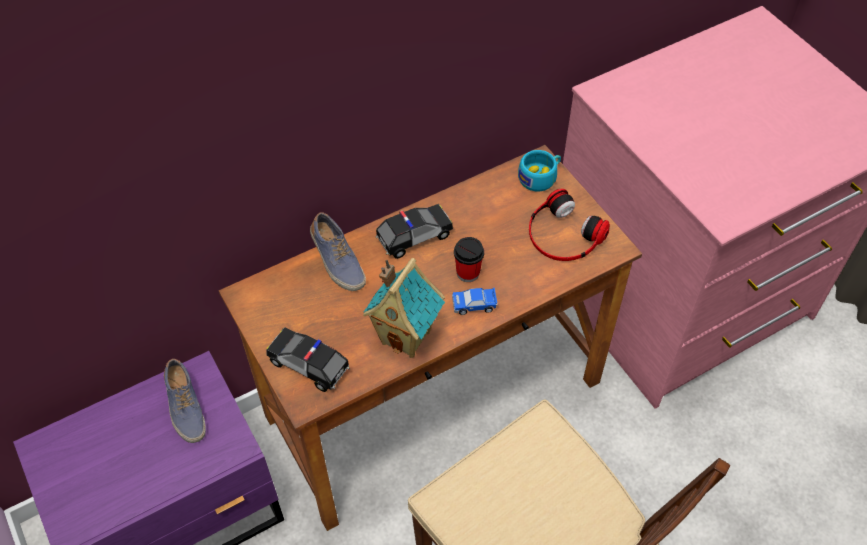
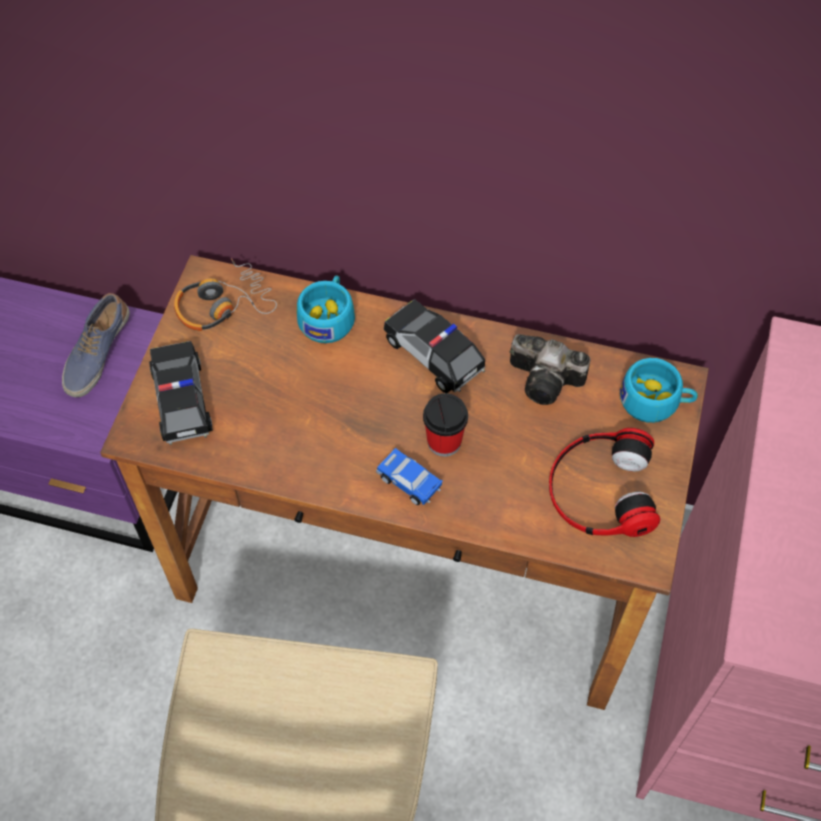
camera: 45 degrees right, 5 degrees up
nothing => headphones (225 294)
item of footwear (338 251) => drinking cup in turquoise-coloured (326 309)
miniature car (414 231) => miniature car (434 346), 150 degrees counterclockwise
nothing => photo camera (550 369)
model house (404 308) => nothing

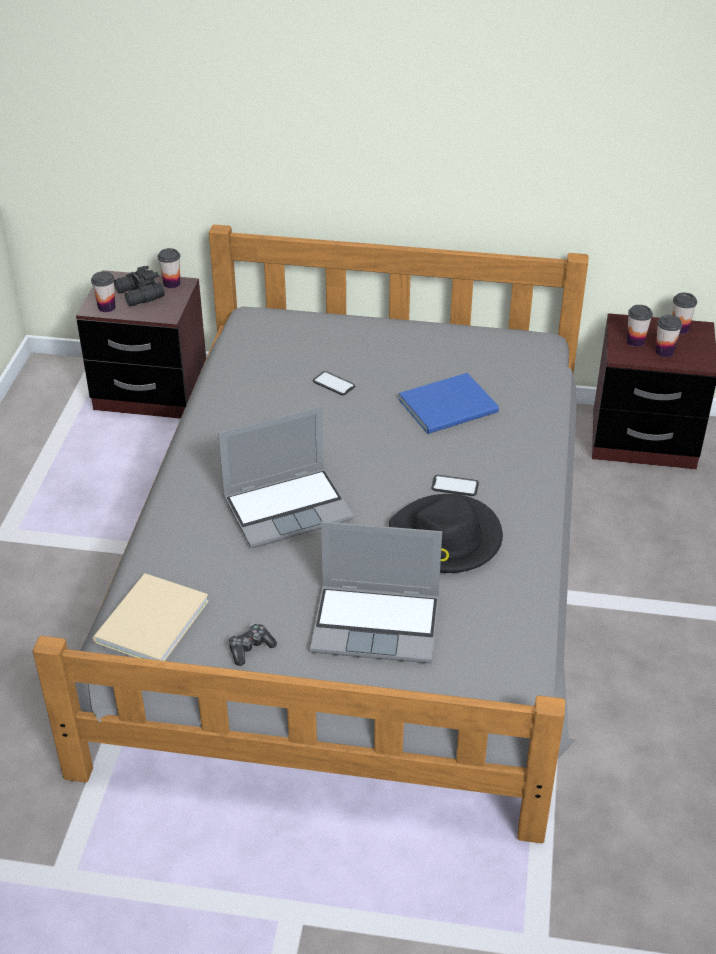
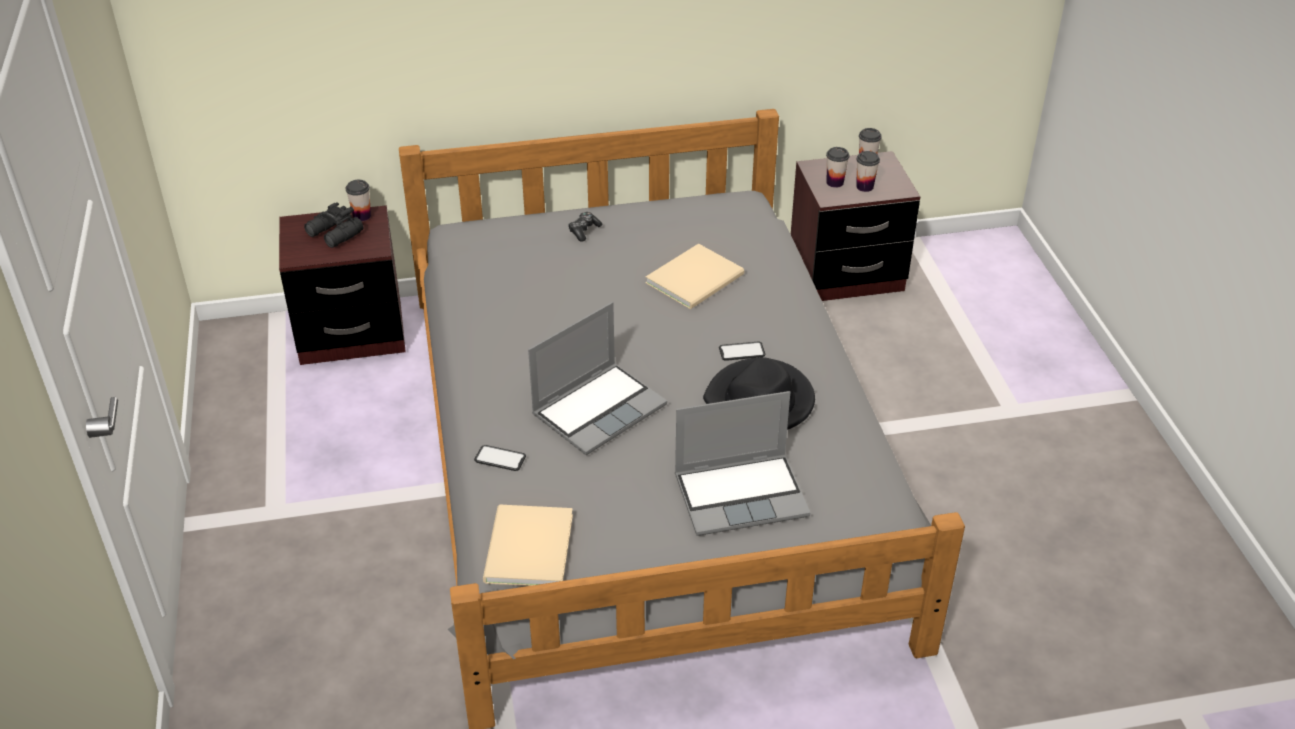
camera: 20 degrees left, 0 degrees up
telephone (334 383) => telephone (500 458), moved
gamepad (253 645) => gamepad (585 227), moved
book in bluish (449 403) => book in beige-coloured (695 276)
drinking cup (103 291) => nothing

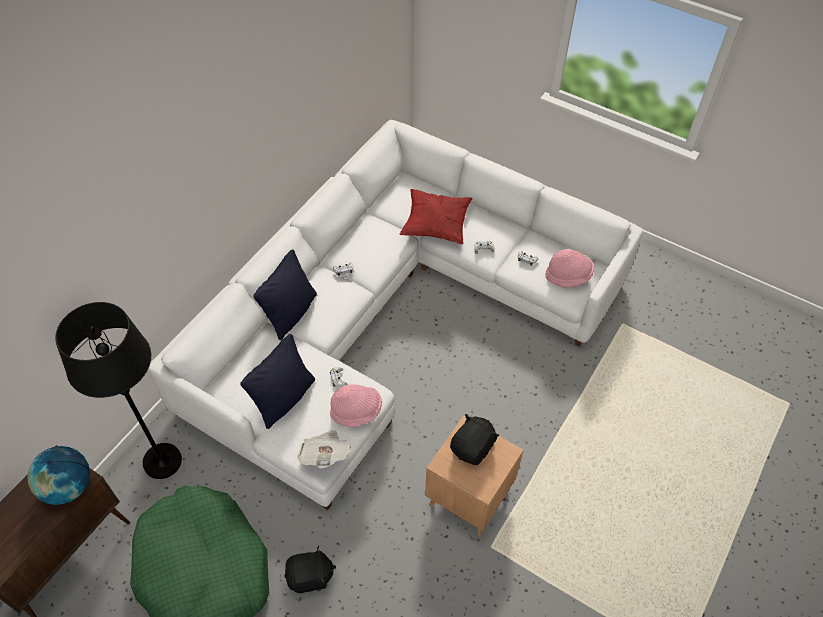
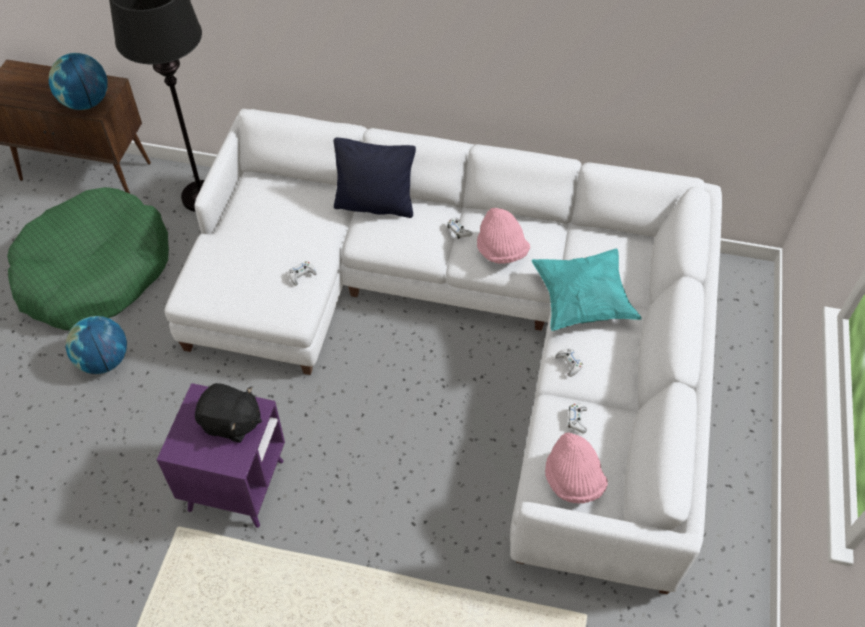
camera: 70 degrees right, 0 degrees up
cuddly toy in black-coloured (310 569) => desk globe (96 345)
end table in brown (474 476) => end table in purple (221 455)
wearable hat in pink-coloured (356 406) => wearable hat in pink-coloured (503 236), moved
throw pillow in red (436 217) => throw pillow in turquoise-coloured (587 290)
throw pillow in black-coloured (277 381) => nothing
daily paper (324 449) => nothing

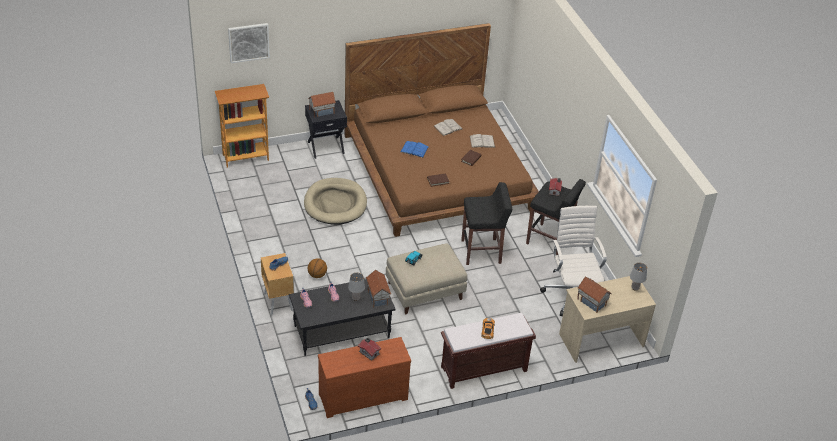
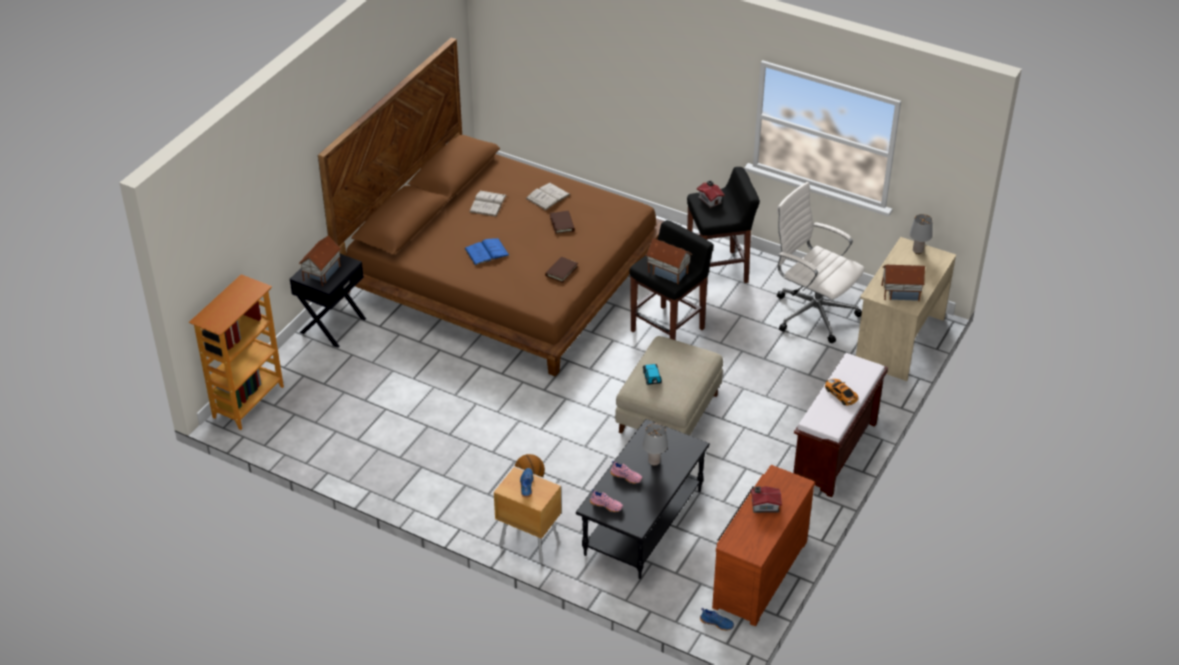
camera: 40 degrees left, 0 degrees up
model house (378 289) => model house (669 261), moved
wall art (249 43) => nothing
pet bed in beige-coloured (335 201) => nothing

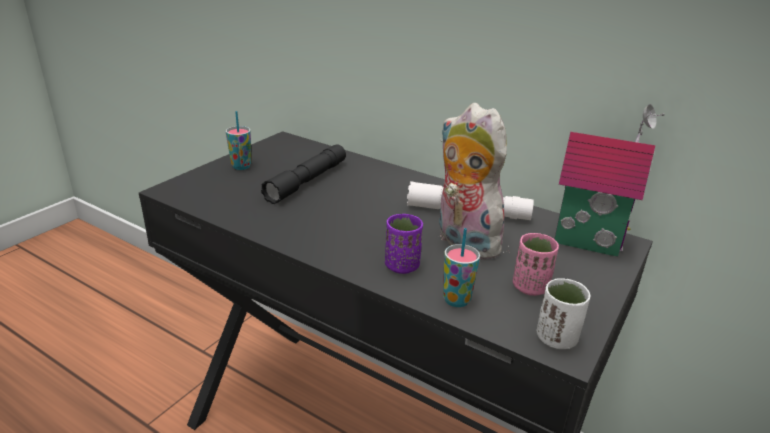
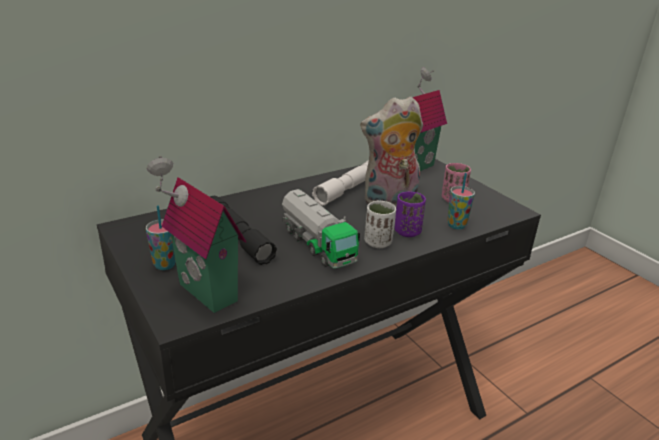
camera: 65 degrees left, 0 degrees up
nothing => model house (196 234)
nothing => toy lorry (321 228)
drinking cup in white (564 313) => drinking cup in white (380 224), moved

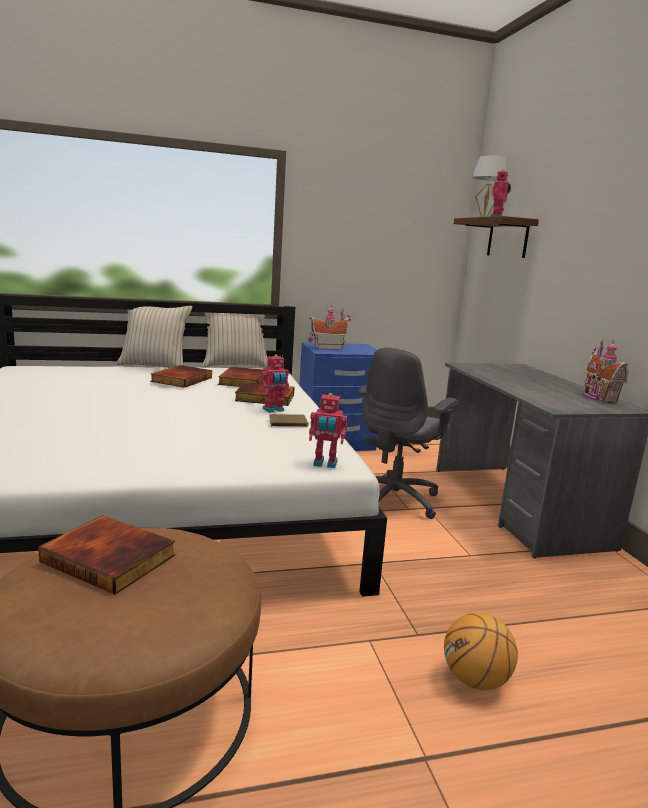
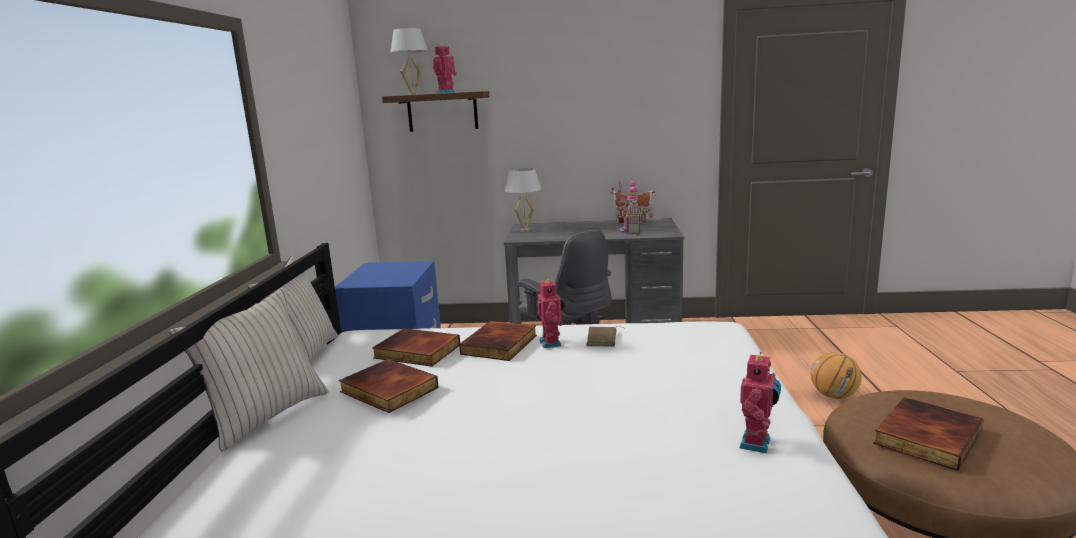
camera: 70 degrees left, 0 degrees up
nothing => lamp for a table in white (523 199)
model house (329 327) => model house (630 208), moved
robot figure (328 430) => robot figure (760 403), moved

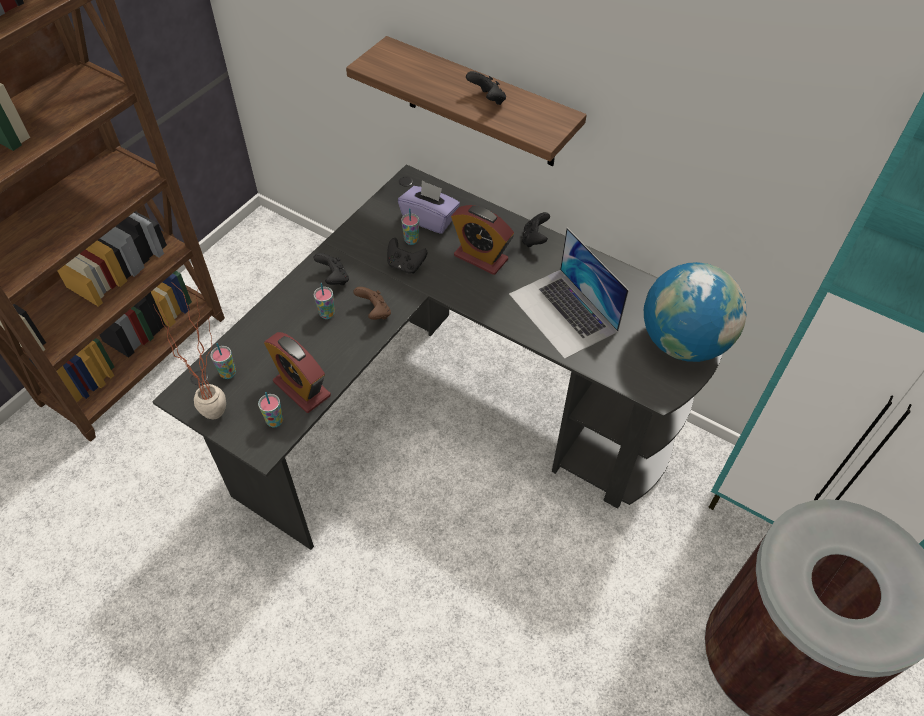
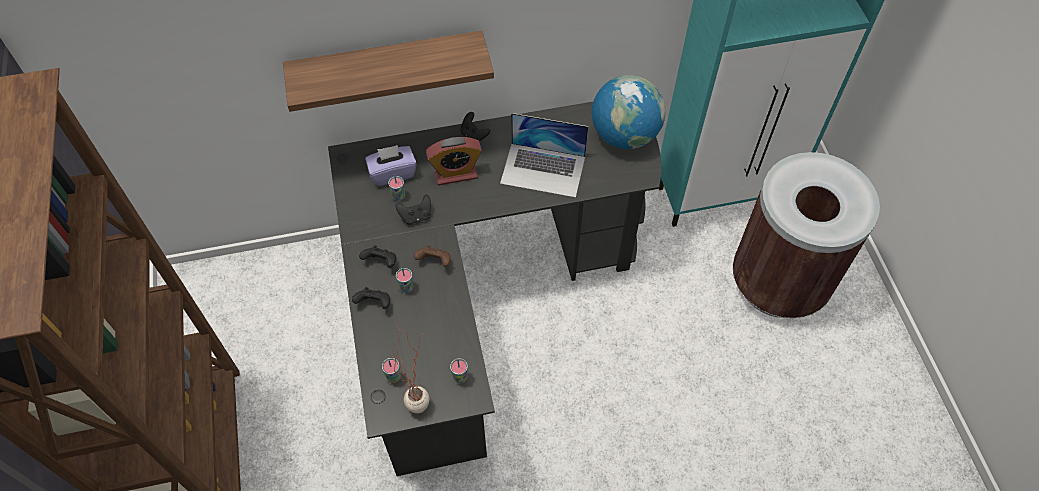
camera: 45 degrees left, 5 degrees up
gamepad in black-coloured (486 88) => gamepad in black-coloured (371 298), moved
alarm clock (297 372) => nothing

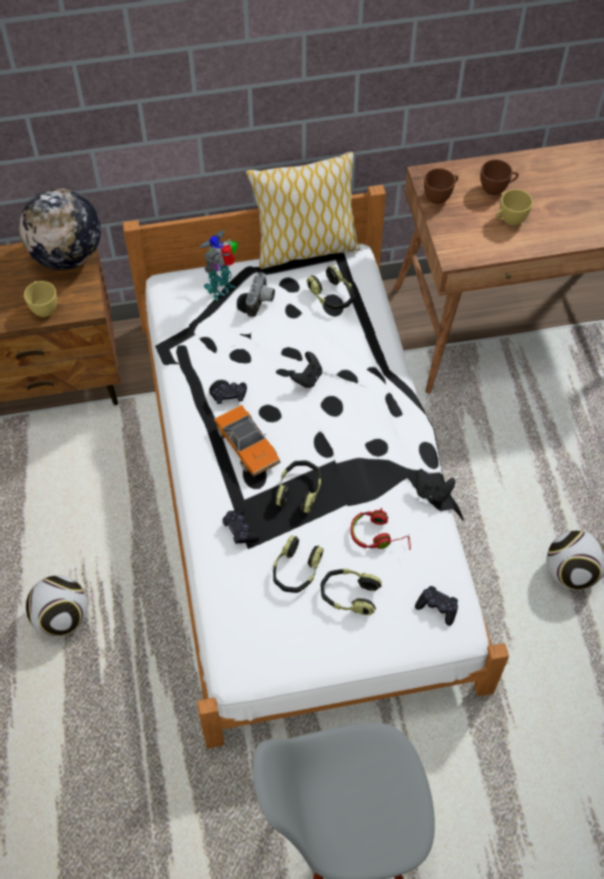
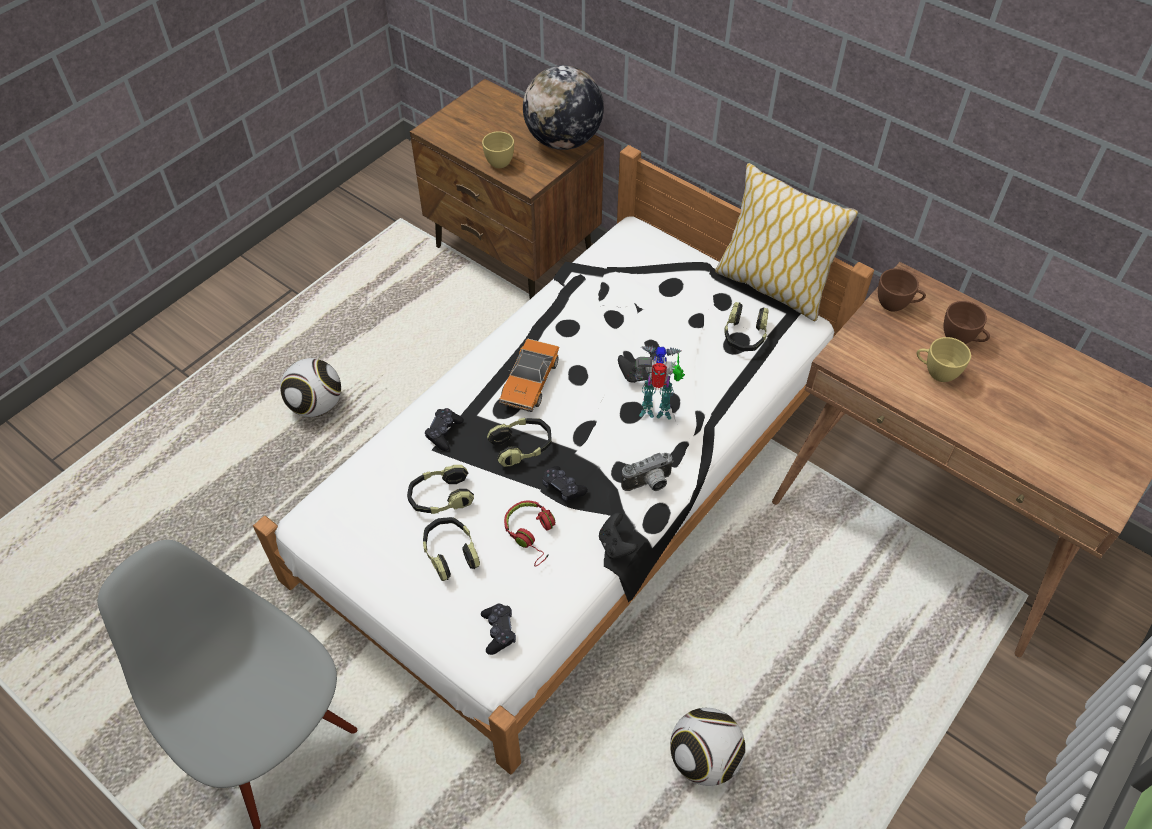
camera: 50 degrees right, 5 degrees down
gamepad in black-coloured (228 393) => gamepad in black-coloured (565 484), moved
photo camera (260 294) => photo camera (647 472), moved
robot figure (218 265) => robot figure (660 382), moved

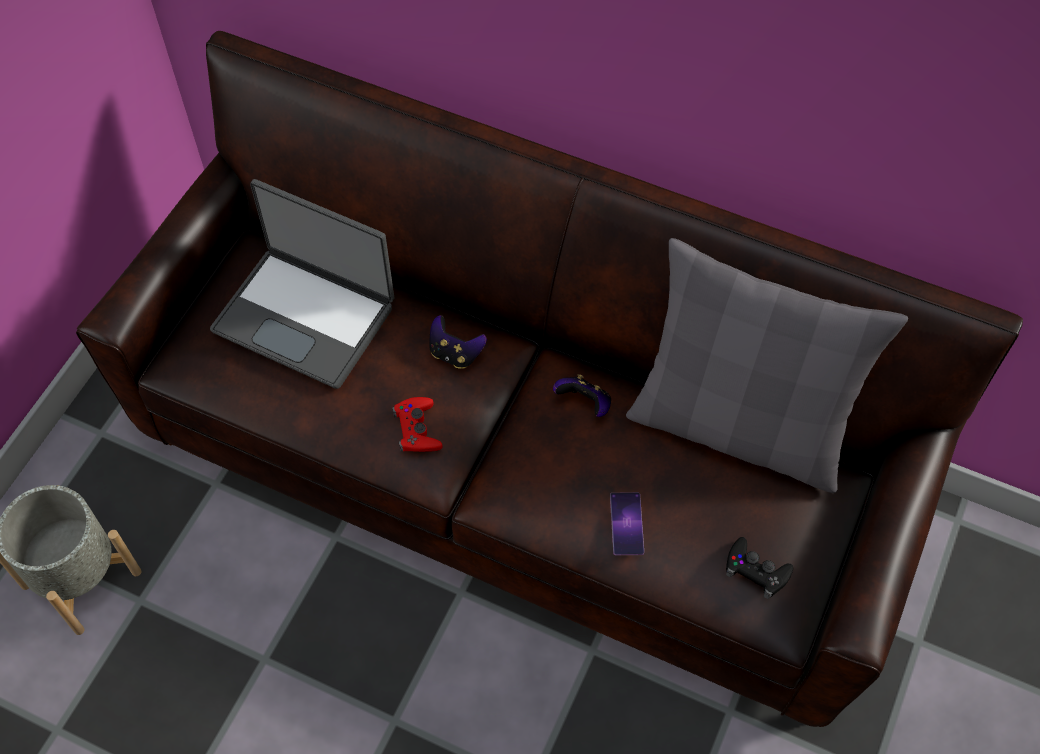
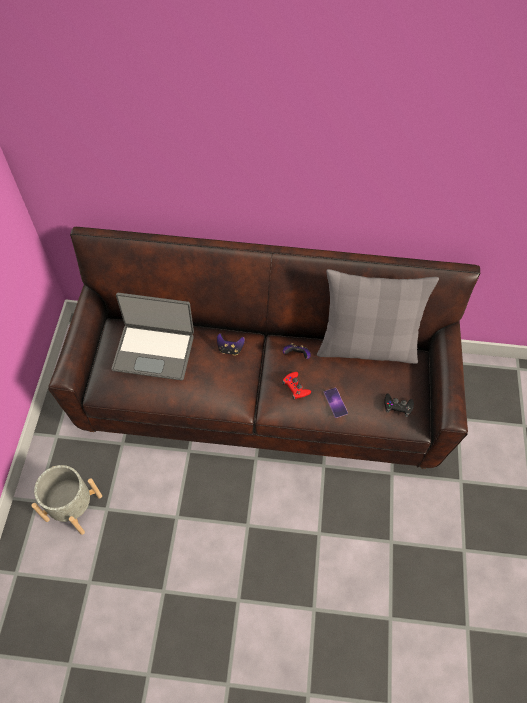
camera: 20 degrees left, 0 degrees up
gamepad in red (417 424) => gamepad in red (296 386), moved

